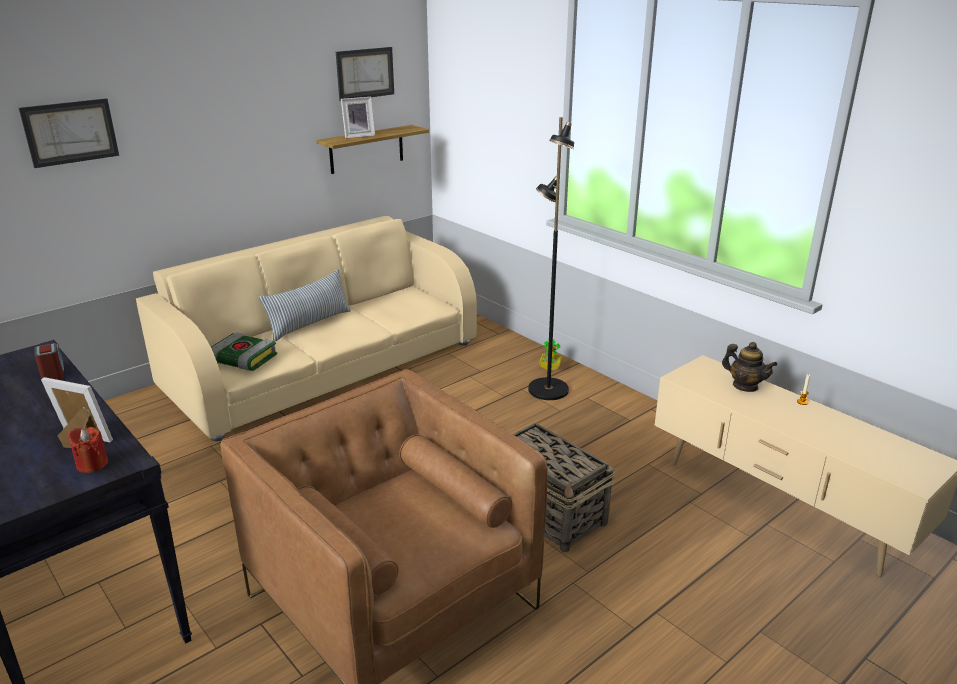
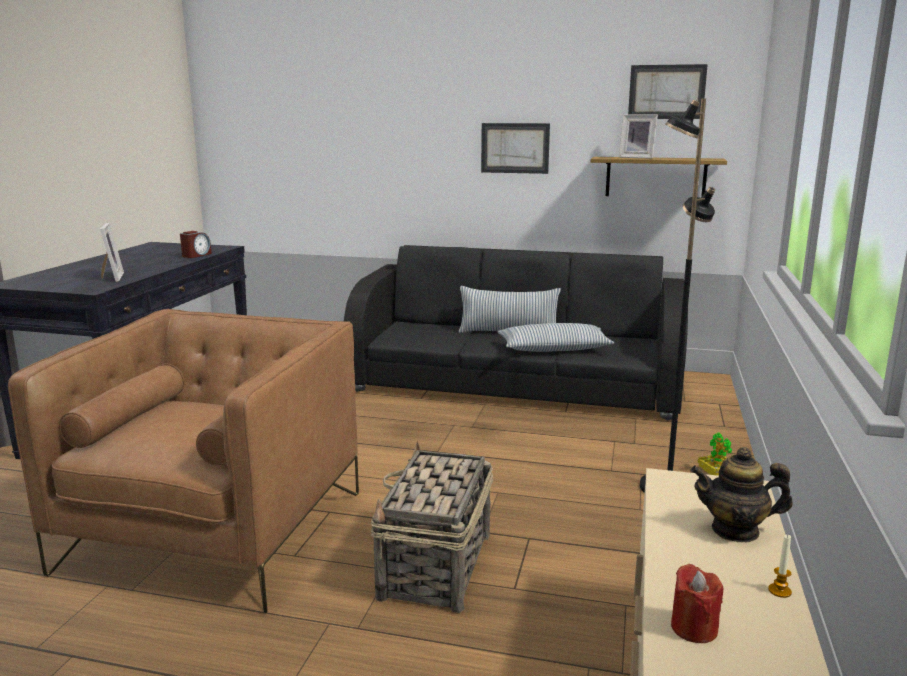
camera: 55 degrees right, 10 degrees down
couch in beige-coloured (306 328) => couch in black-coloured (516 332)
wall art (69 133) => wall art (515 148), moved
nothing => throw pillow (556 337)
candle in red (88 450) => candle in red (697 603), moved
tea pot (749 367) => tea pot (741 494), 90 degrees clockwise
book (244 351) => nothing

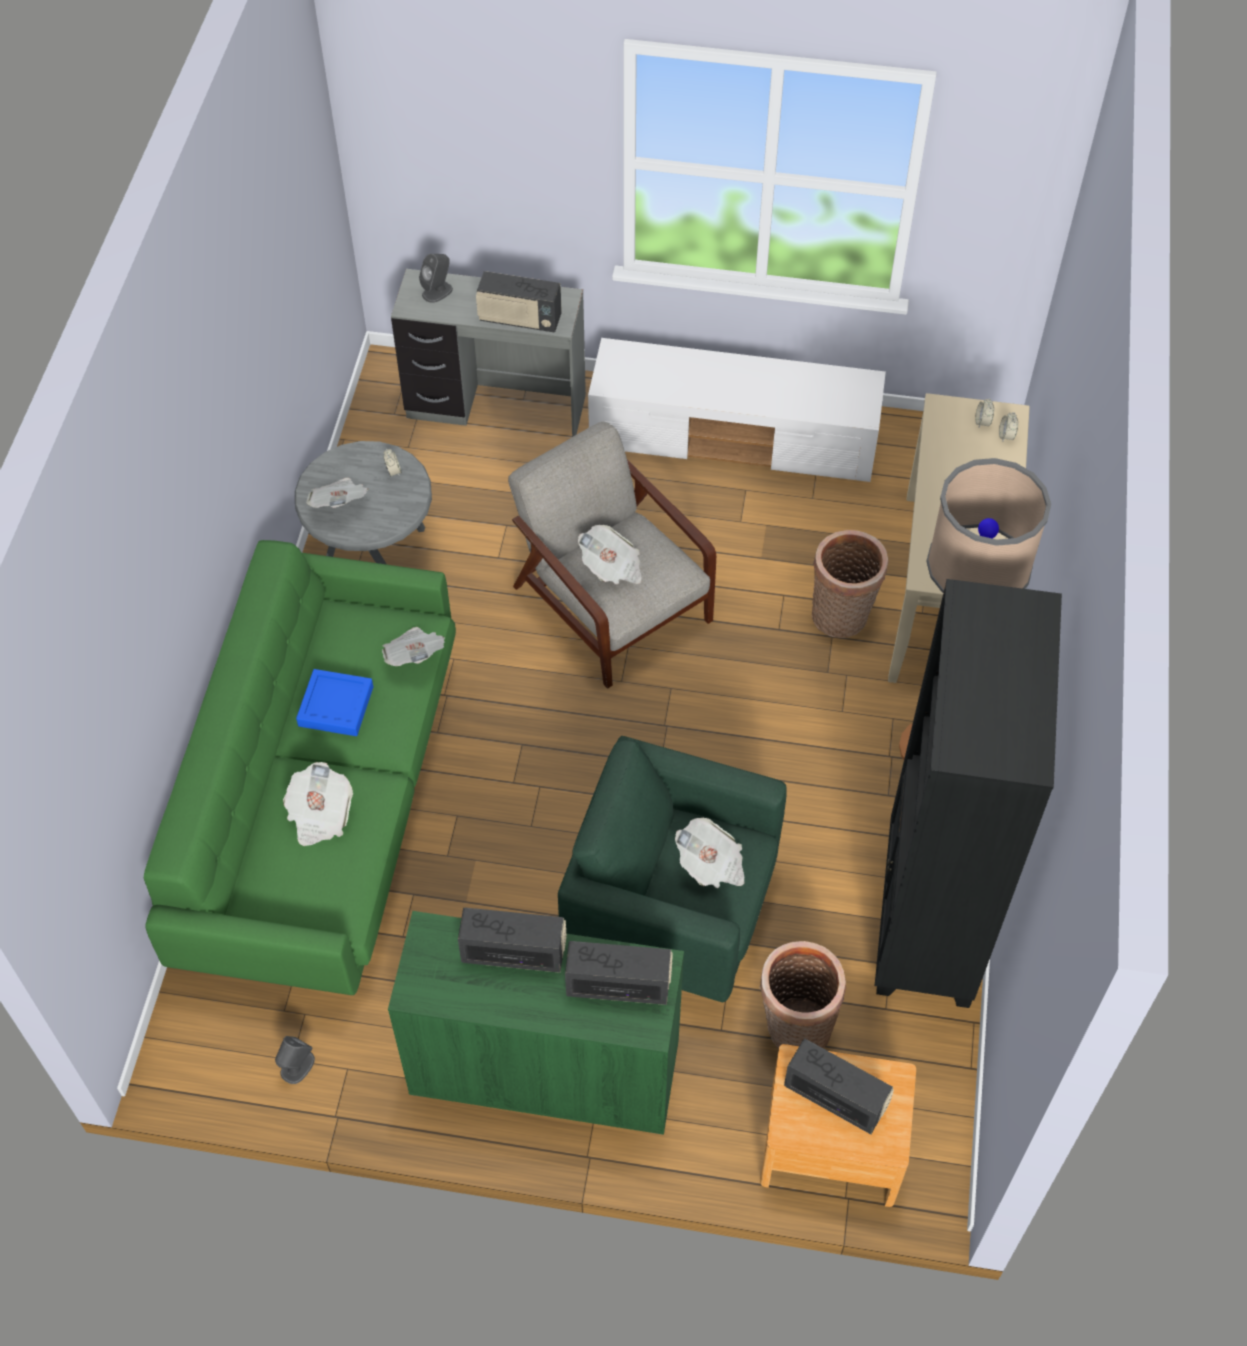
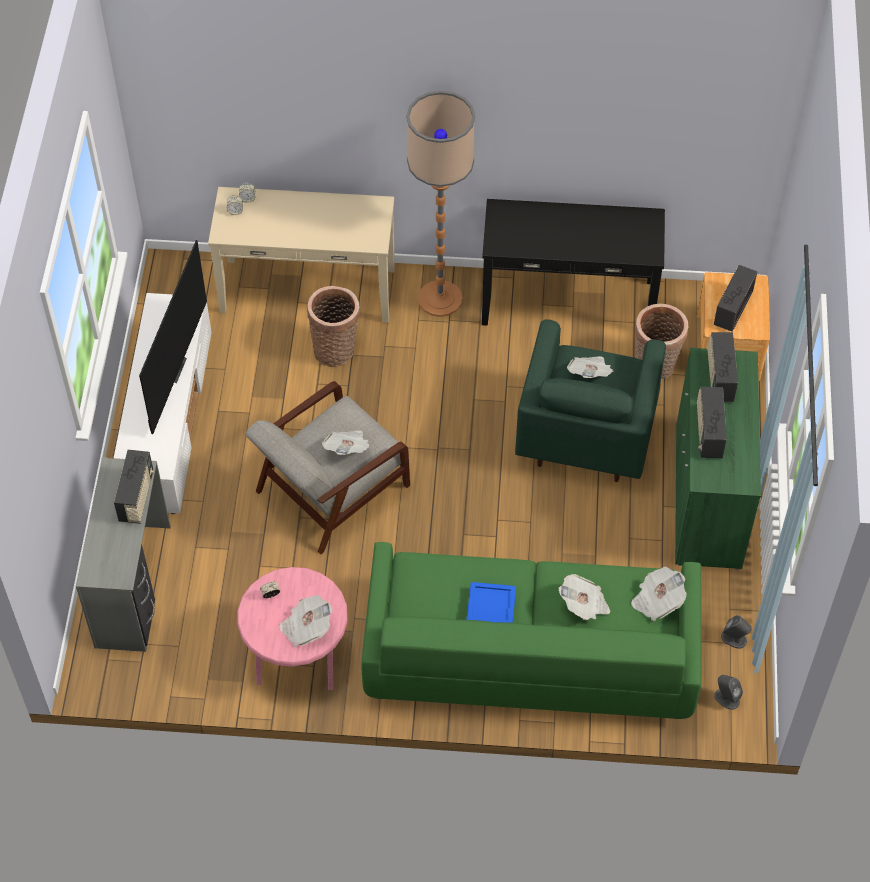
camera: 95 degrees left, 0 degrees up
nothing => TV set (173 337)
end table in grey (363 502) => end table in pink-coloured (292 628)
bookcase in black-coloured (968 793) => hall table in black-coloured (573 262)
daily paper (413 646) => daily paper (659 594), moved
loudspeaker in grey (436 278) => loudspeaker in grey (728 692), moved

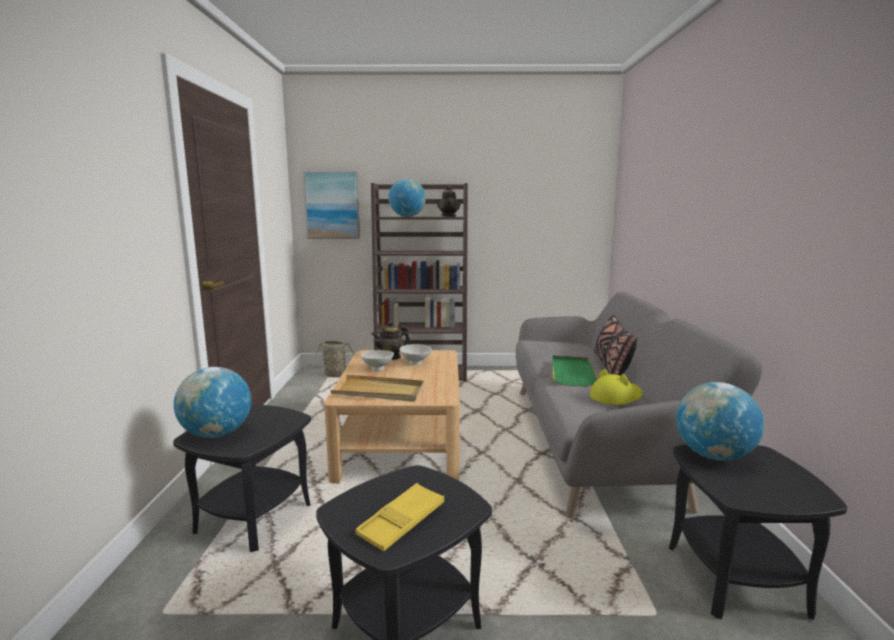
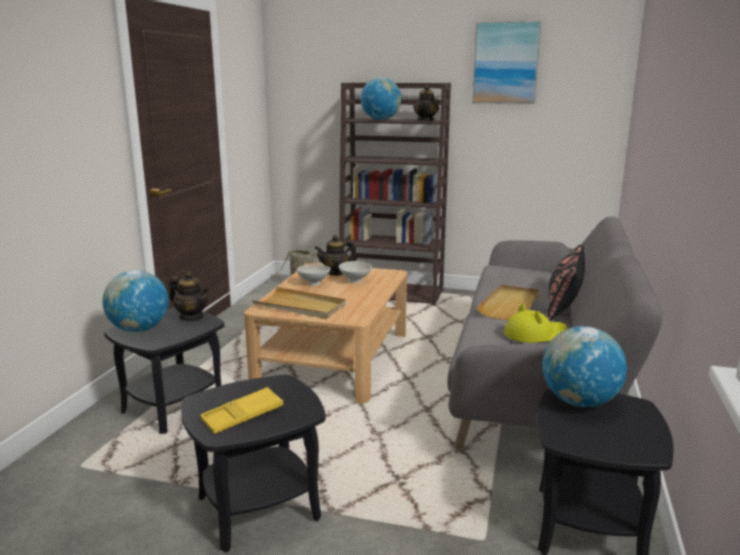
camera: 15 degrees right, 5 degrees up
nothing => tea pot (189 296)
wall art (331 205) => wall art (506 62), moved
carrying tray in green-coloured (574 371) => carrying tray in beige-coloured (508 302)

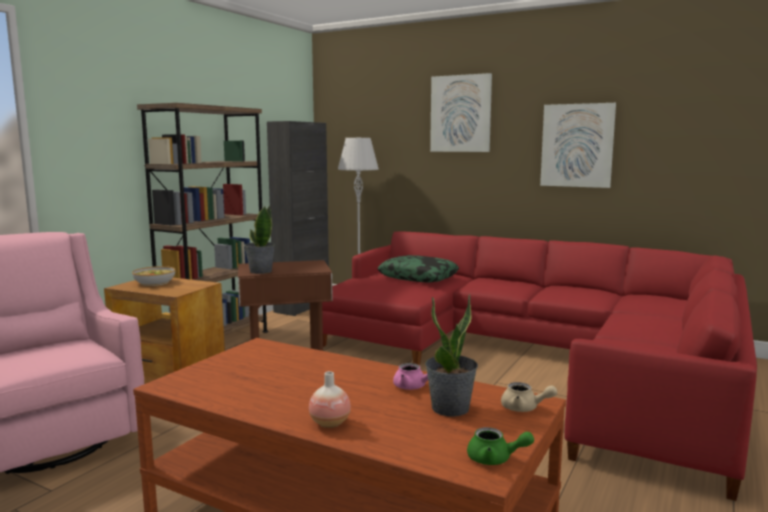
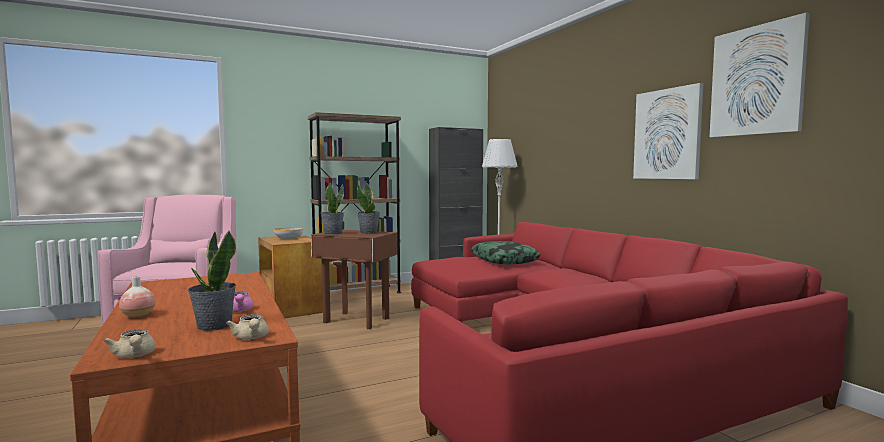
camera: 35 degrees right, 5 degrees down
tea pot in green-coloured (500 446) => tea pot in beige-coloured (129 343)
nothing => potted plant (368 208)
wall art (461 112) => wall art (759 75), moved

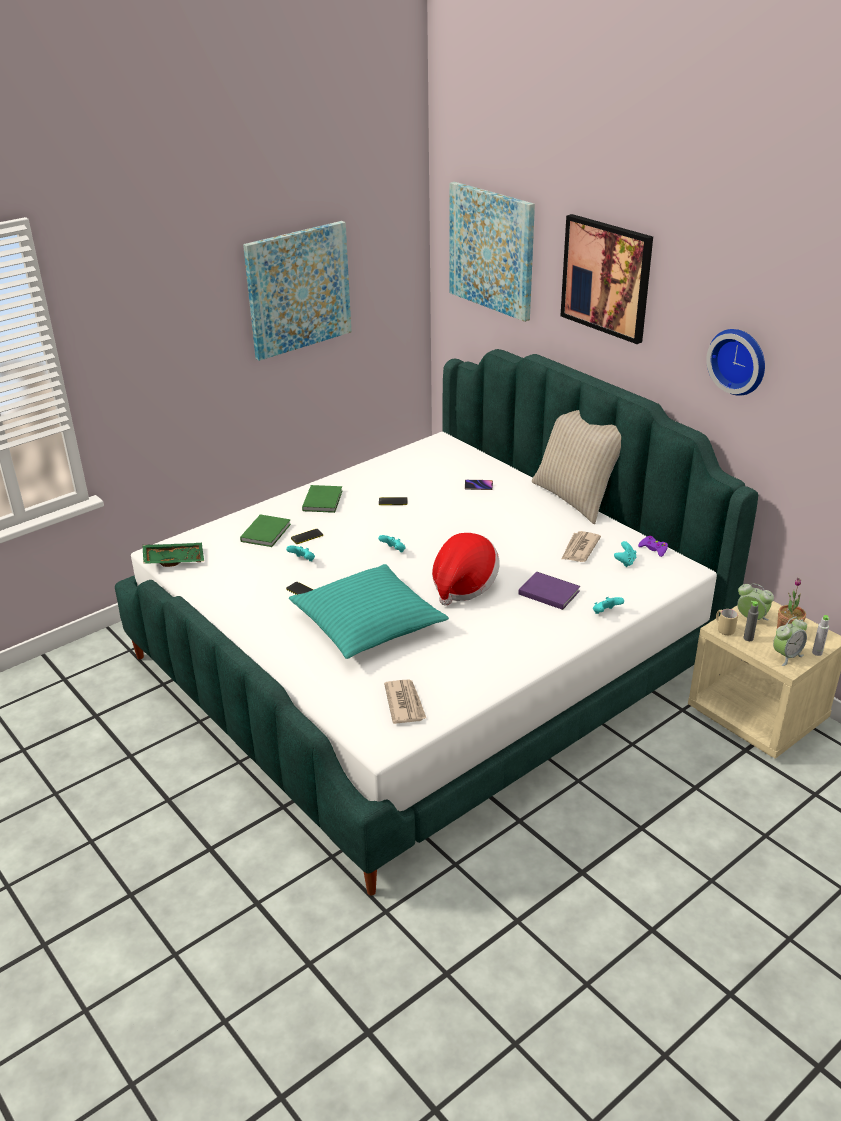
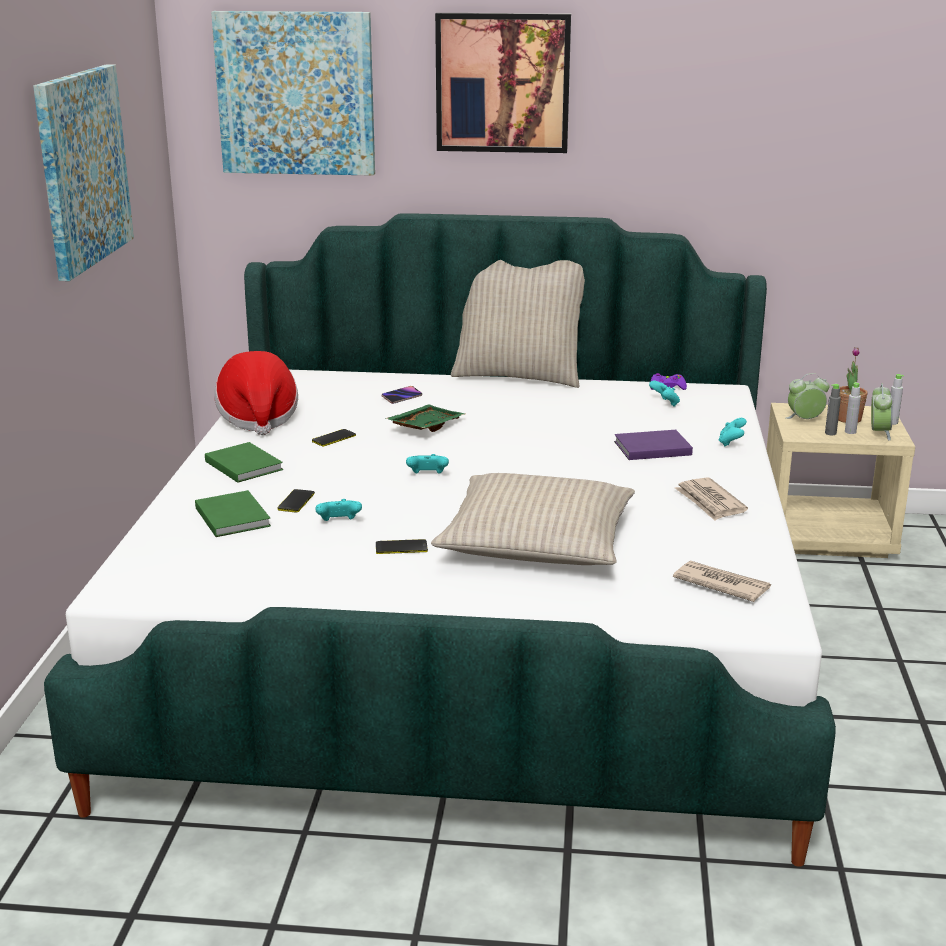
camera: 45 degrees left, 10 degrees down
wearable hat (466 569) => wearable hat (256 393), moved
carrying tray in green-coloured (173 555) => carrying tray in green-coloured (425 418), moved
throw pillow in turquoise-coloured (369 611) => throw pillow in beige-coloured (533 519)
daily paper (581 546) => daily paper (711 499), moved
nothing => beverage bottle in grey (853 408)
wall clock (735 362) => nothing
tea mug in beige-coloured (727 622) => nothing

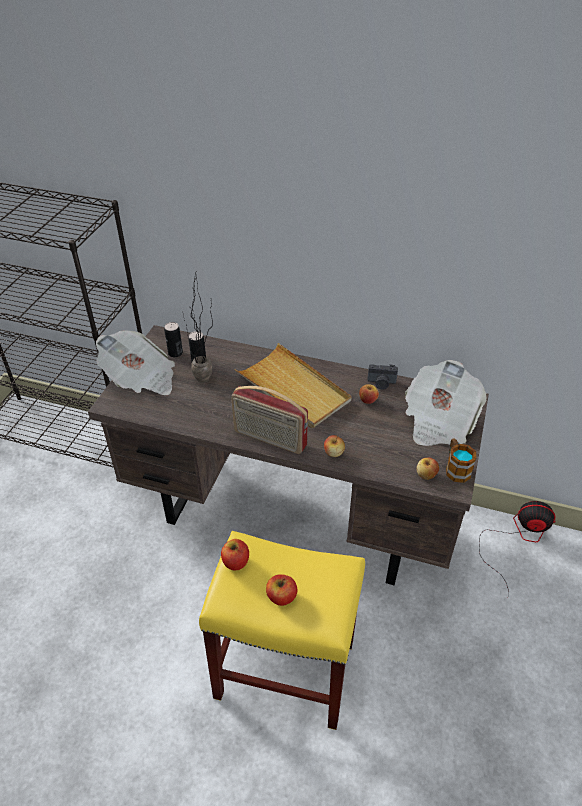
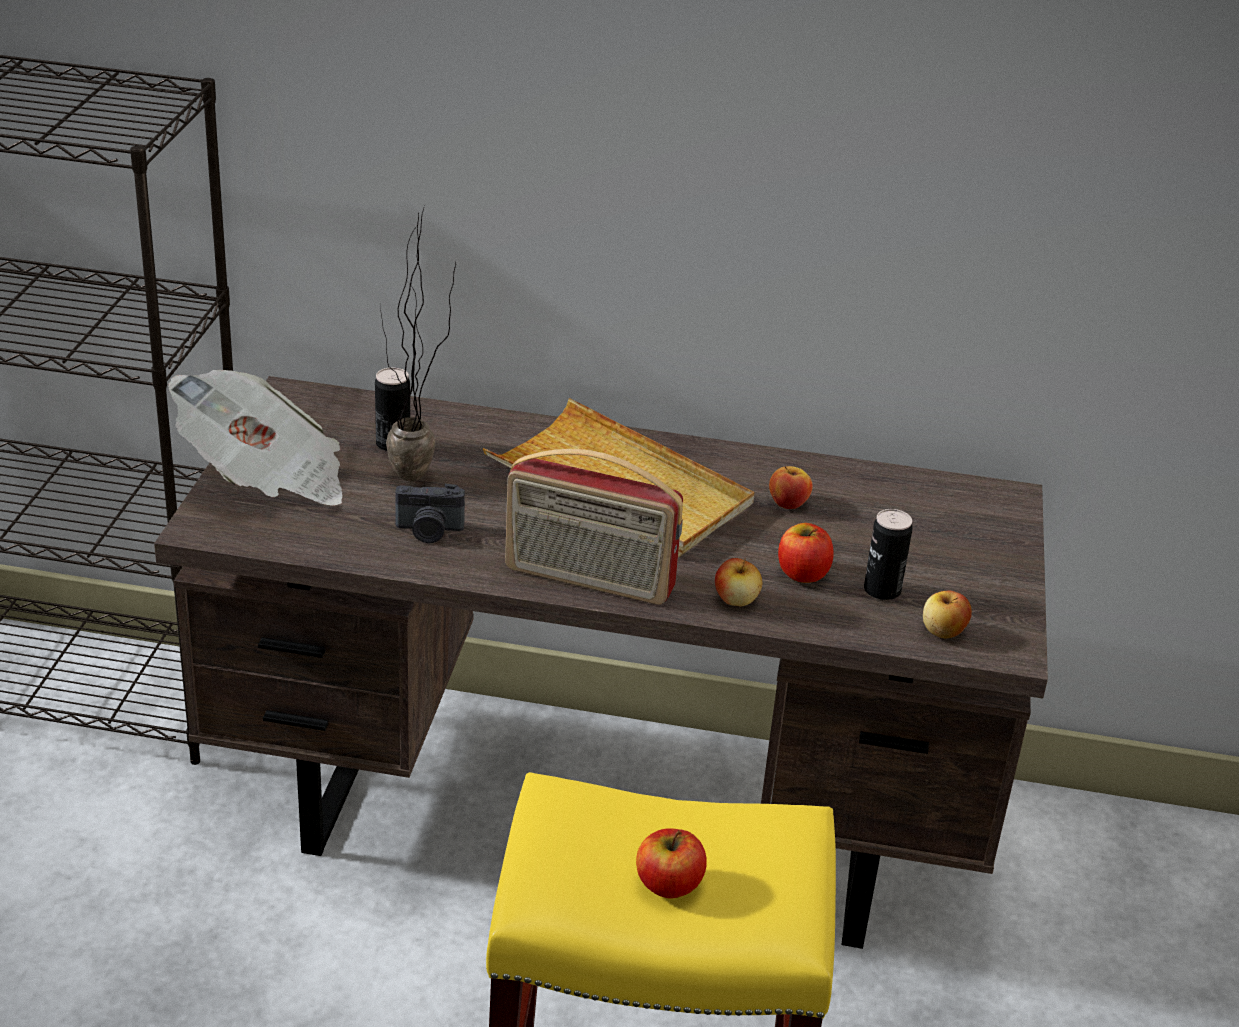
camera: 10 degrees left, 10 degrees down
photo camera (382 376) => photo camera (430 513), moved
apple (235 555) => apple (806 553), moved
can (173 339) => can (888 554), moved
daily paper (446 403) => nothing
tea mug (461 460) => nothing
fan (517 544) => nothing

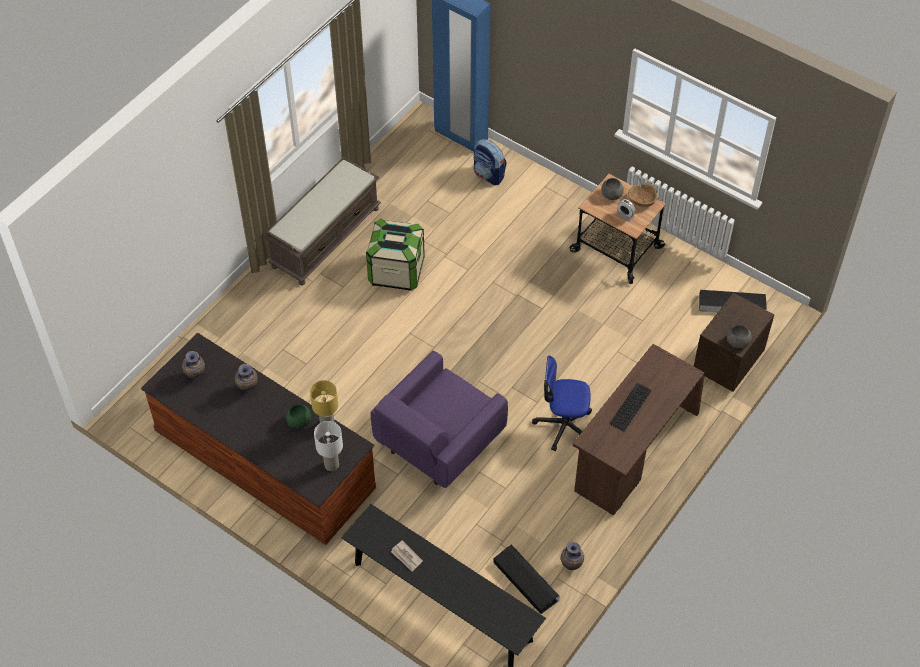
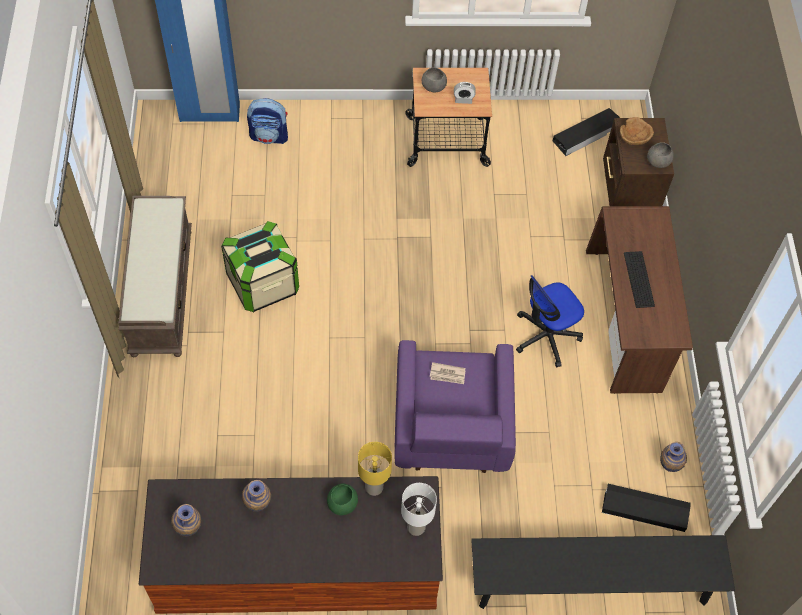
camera: 40 degrees left, 5 degrees up
daily paper (407 556) => daily paper (447 373), moved
serving bowl in brown (643 195) => serving bowl in brown (637 131), moved

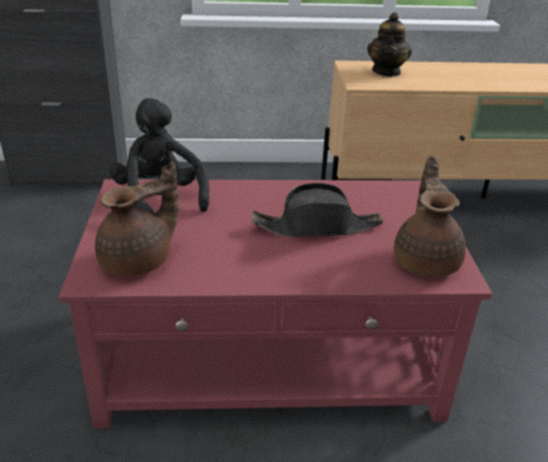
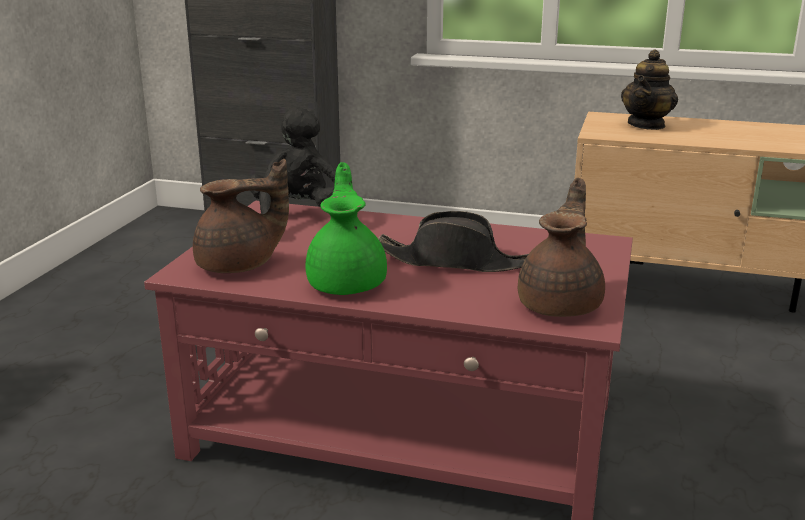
camera: 20 degrees right, 10 degrees down
nothing => tea pot in green-coloured (346 228)

